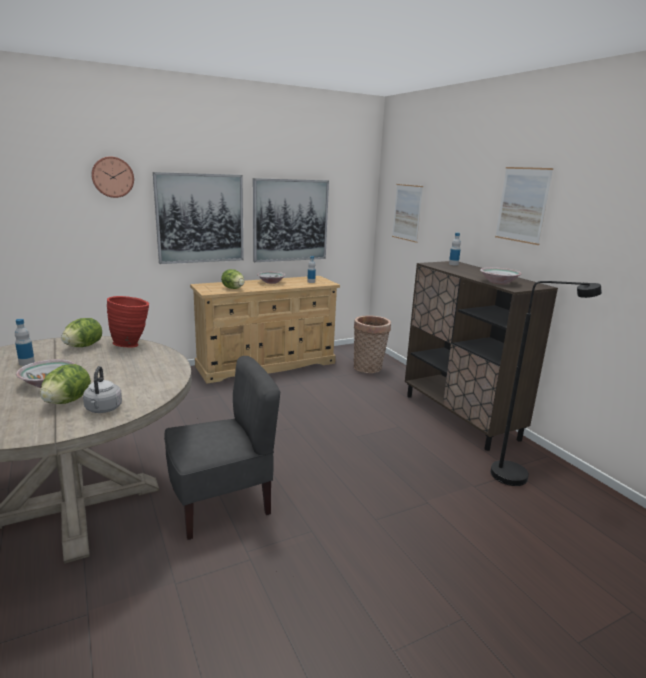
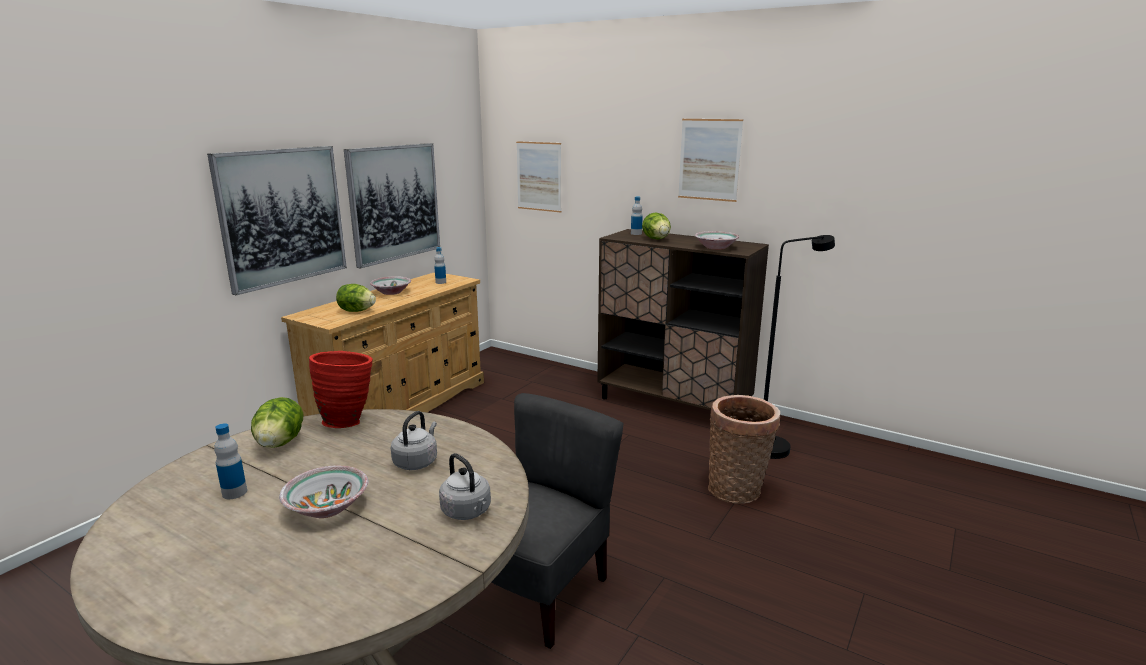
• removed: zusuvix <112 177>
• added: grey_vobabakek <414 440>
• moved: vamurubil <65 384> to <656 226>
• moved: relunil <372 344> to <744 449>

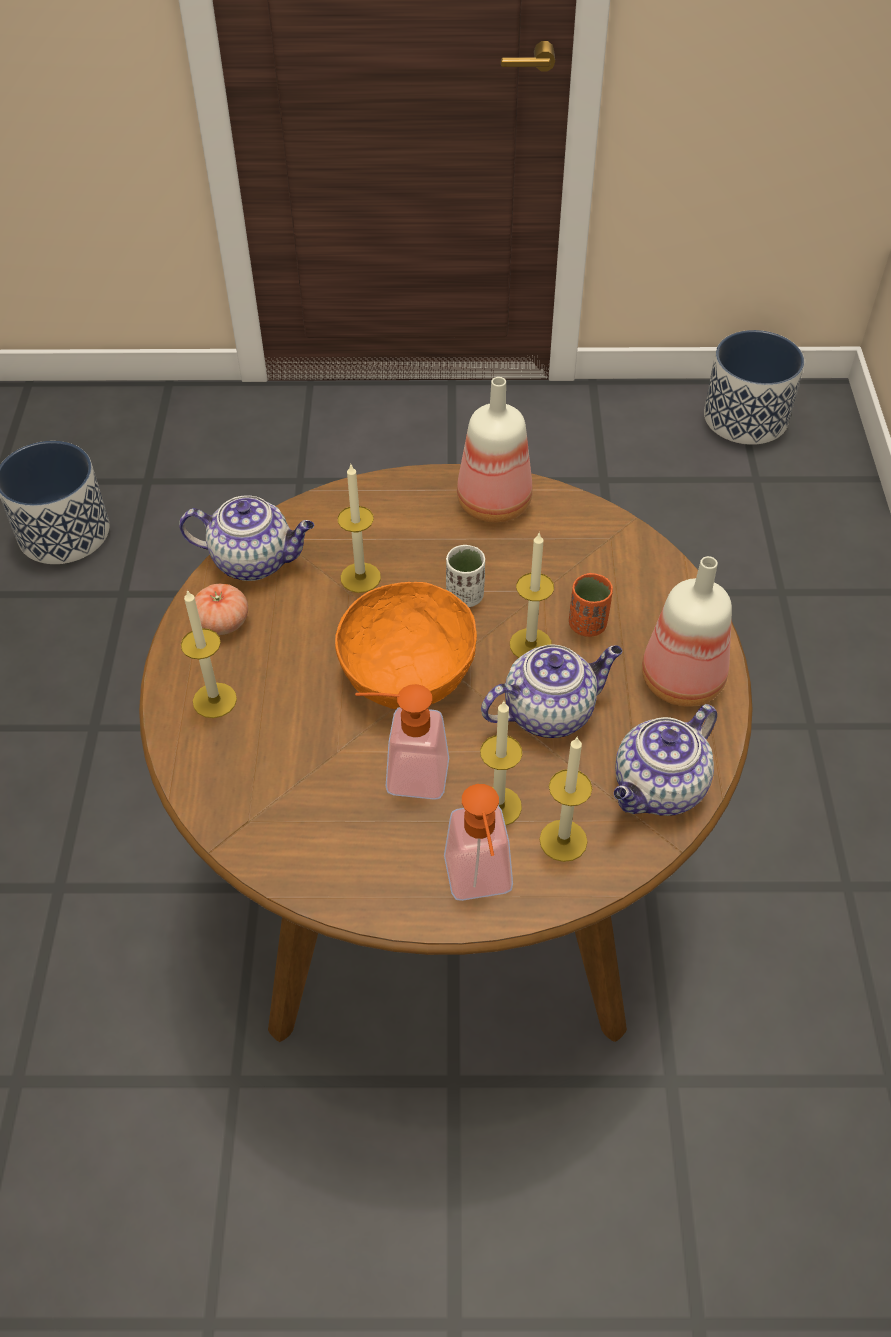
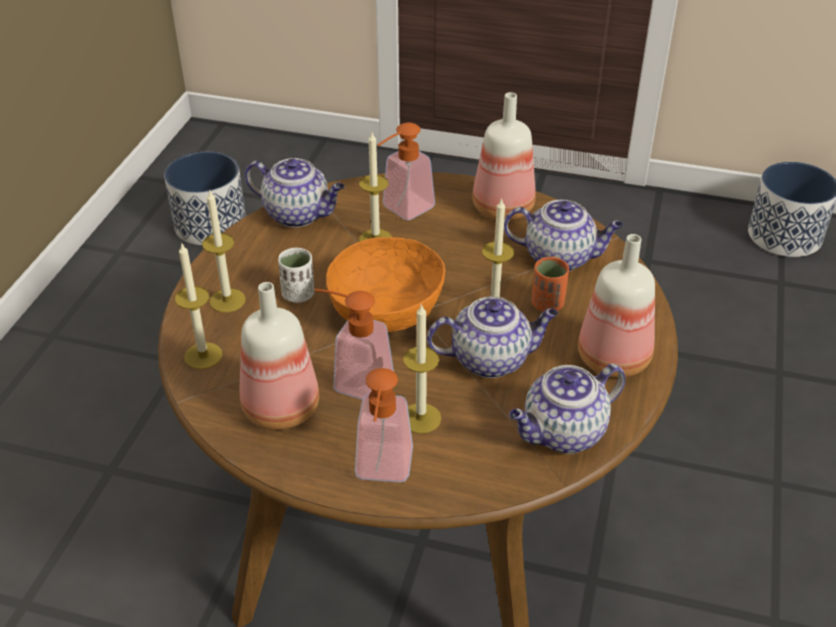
• removed: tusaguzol <221 609>
• added: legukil <279 356>
• added: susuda <406 171>
• added: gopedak <564 235>
• moved: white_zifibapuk <465 576> to <296 275>
• moved: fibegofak <565 799> to <199 306>

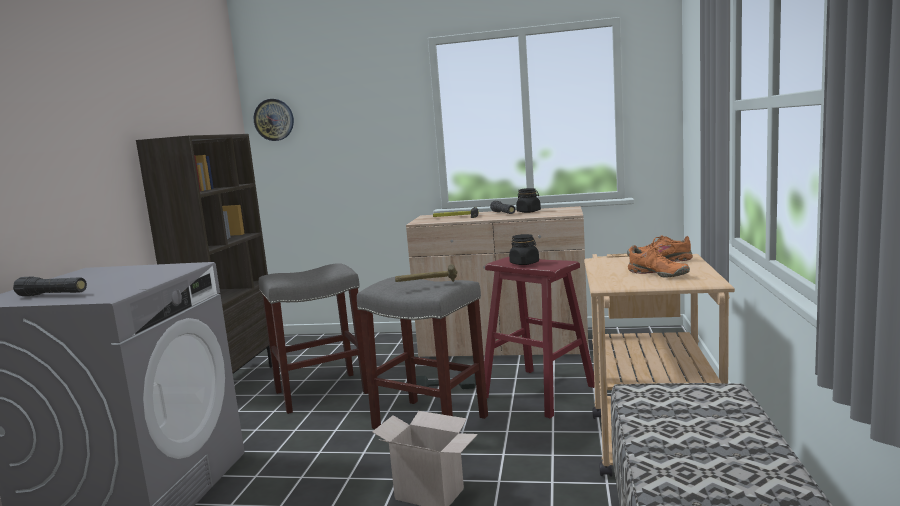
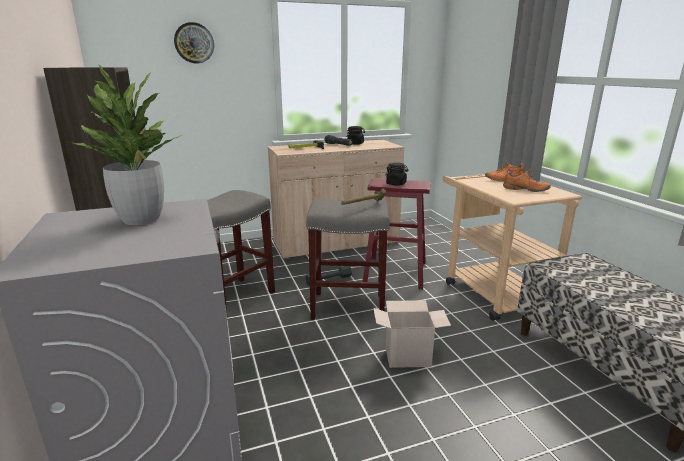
• removed: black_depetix <50 286>
• added: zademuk <124 145>
• moved: zusuvix <274 120> to <194 42>

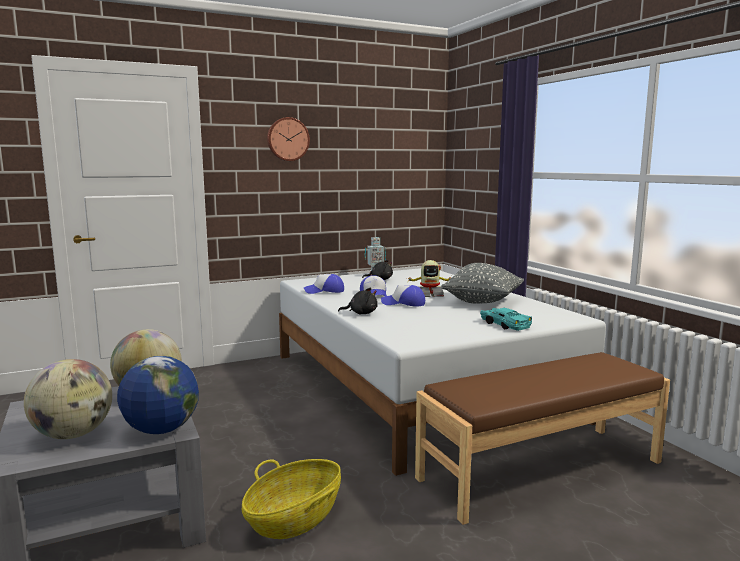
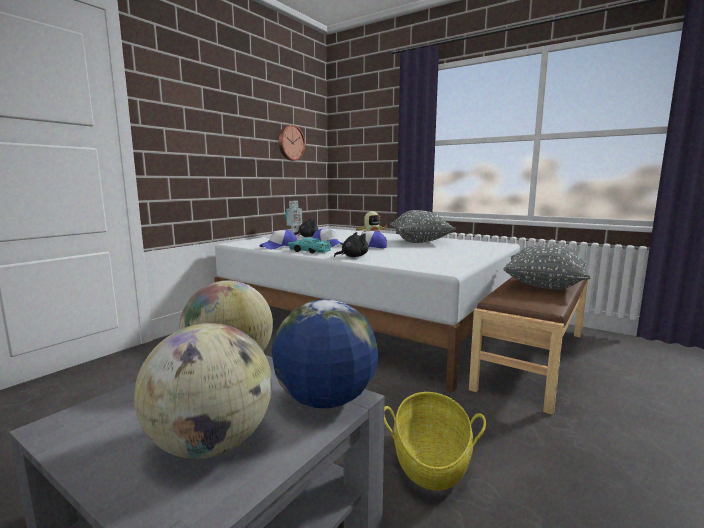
• added: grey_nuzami <546 266>
• moved: zusuvix <288 139> to <292 143>
• moved: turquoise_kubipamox <506 319> to <309 246>

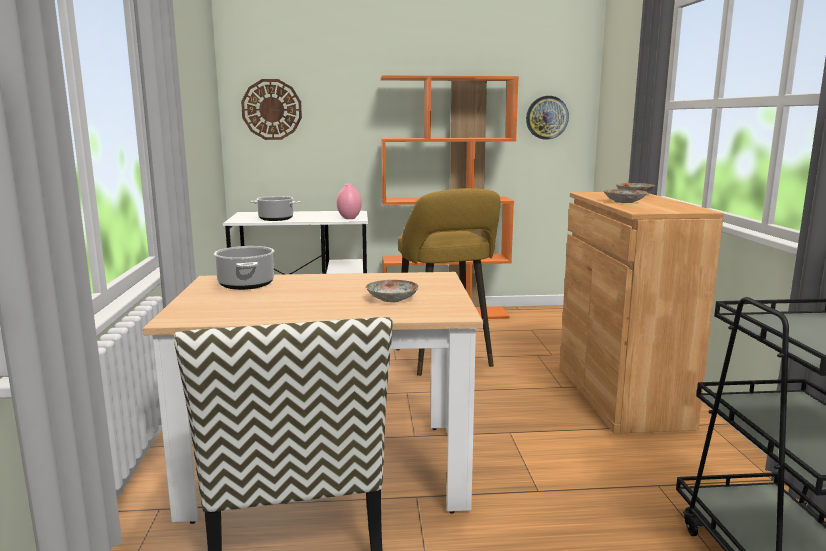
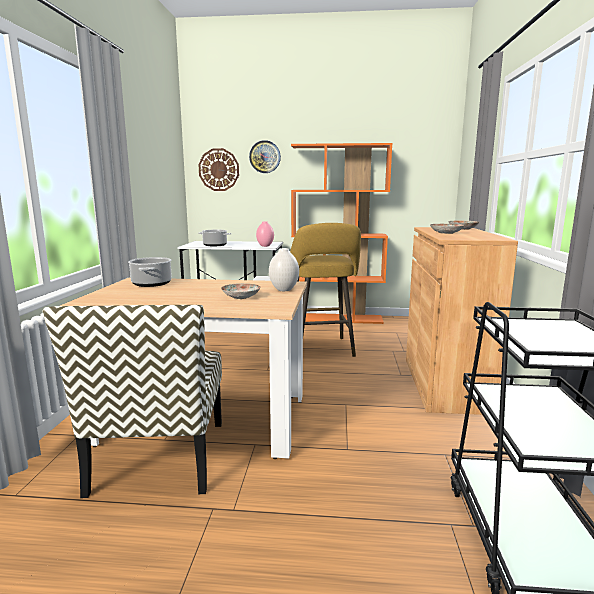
• added: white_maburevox <284 269>
• moved: zusuvix <547 118> to <265 156>

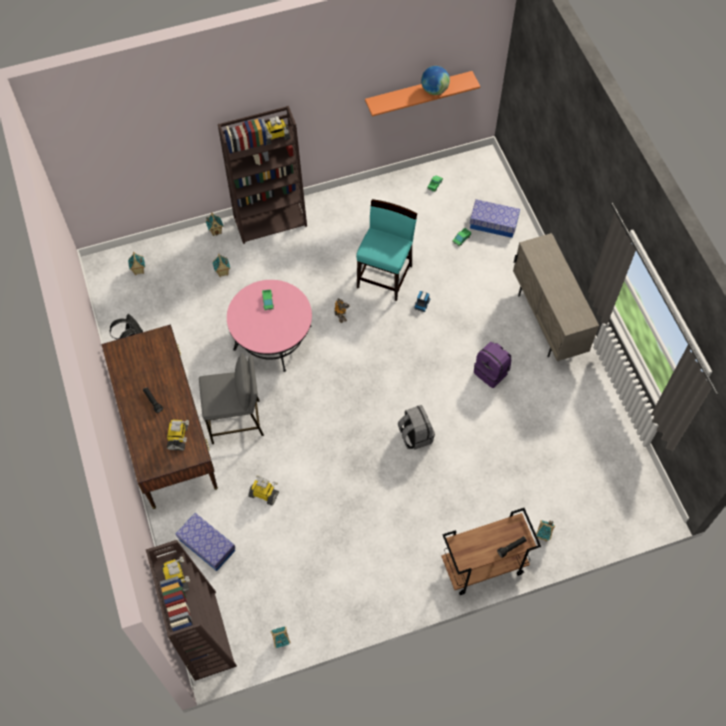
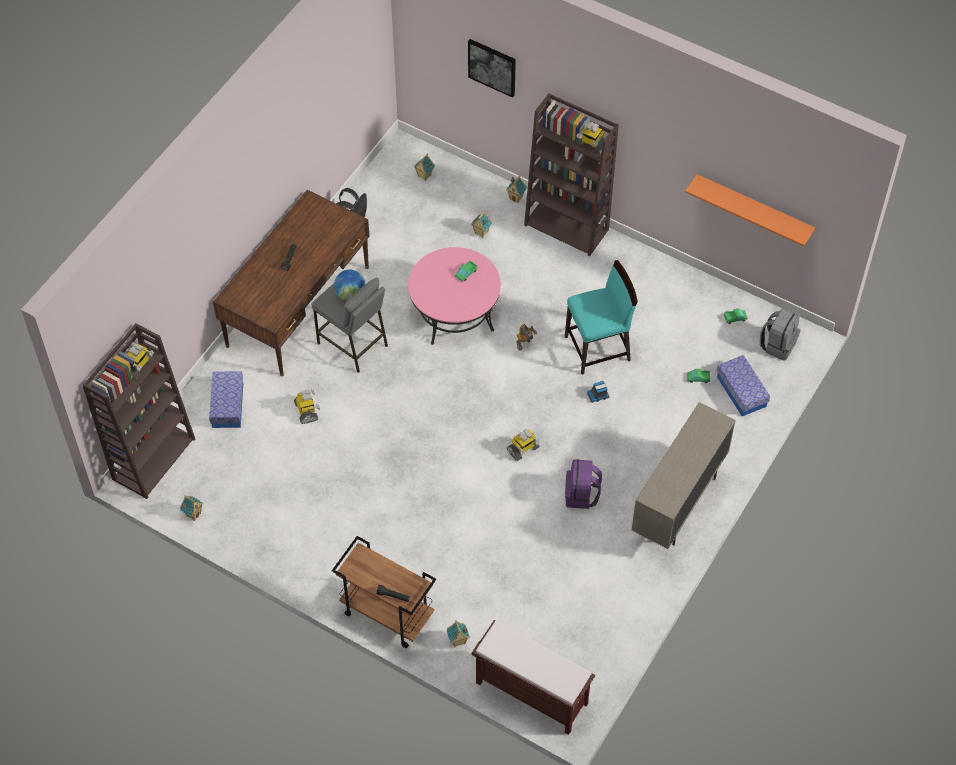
• added: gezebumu <492 68>
• added: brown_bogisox <533 677>
• moved: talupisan <178 435> to <523 445>
• moved: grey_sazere <416 427> to <780 334>
• moved: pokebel <435 80> to <350 285>

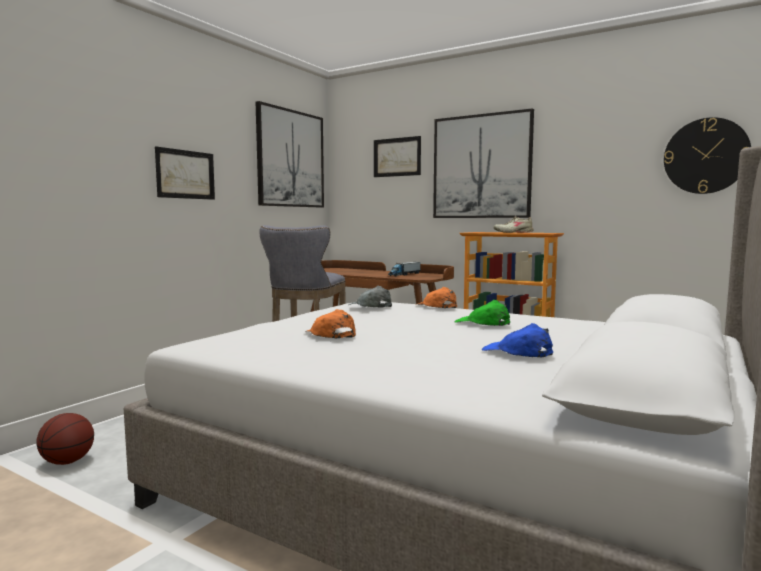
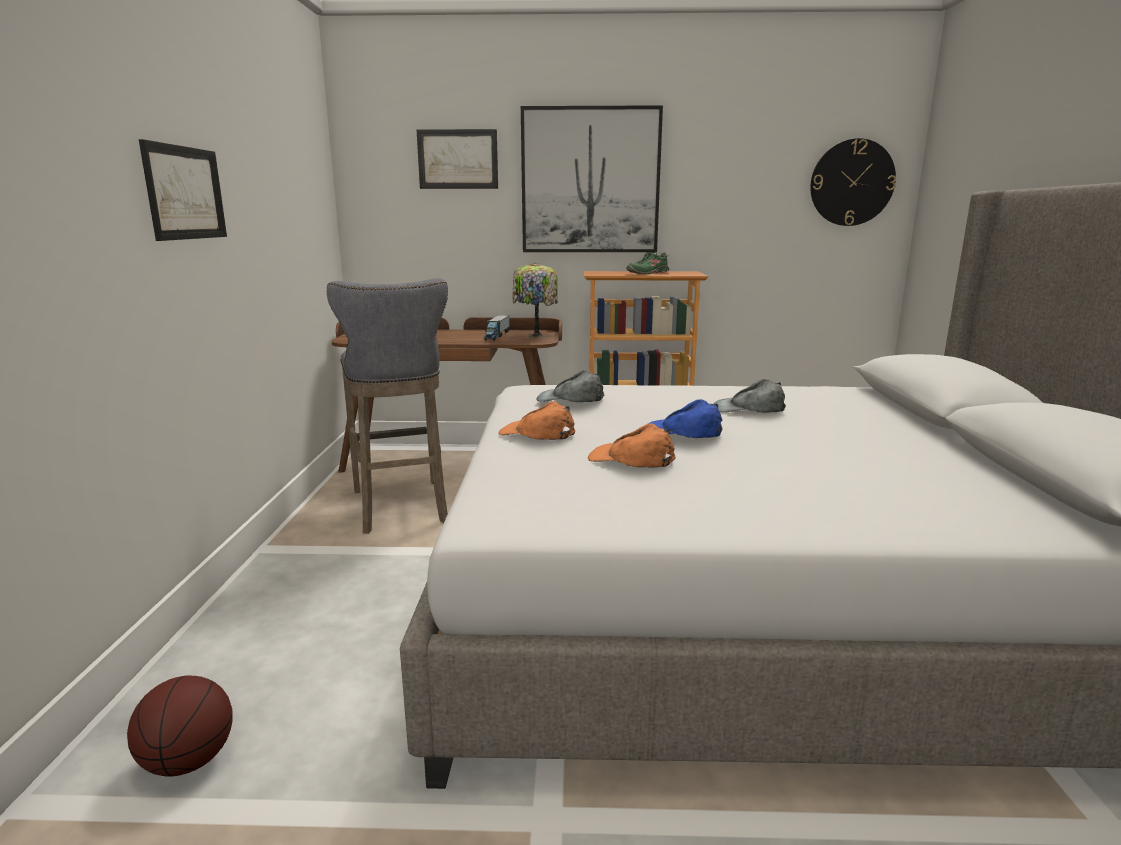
• removed: gezebumu <290 154>
• added: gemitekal <535 300>
• moved: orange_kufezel <436 297> to <537 420>
• moved: blue_kufezel <517 340> to <685 418>
• recoloured: green_kufezel <482 313> to grey_kufezel <750 396>
• recoloured: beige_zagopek <513 224> to green_zagopek <648 263>

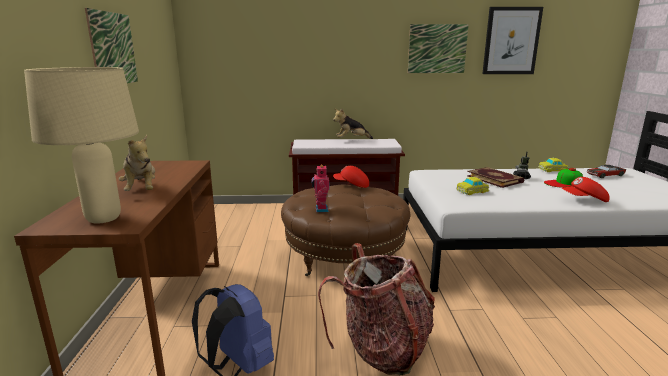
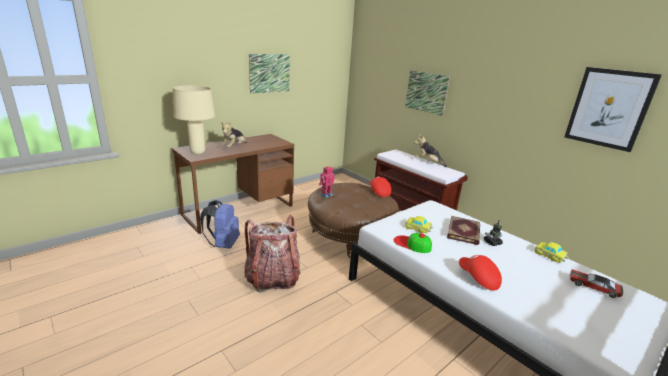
• moved: gezebumu <438 48> to <427 93>
• moved: kufezel <563 177> to <413 243>

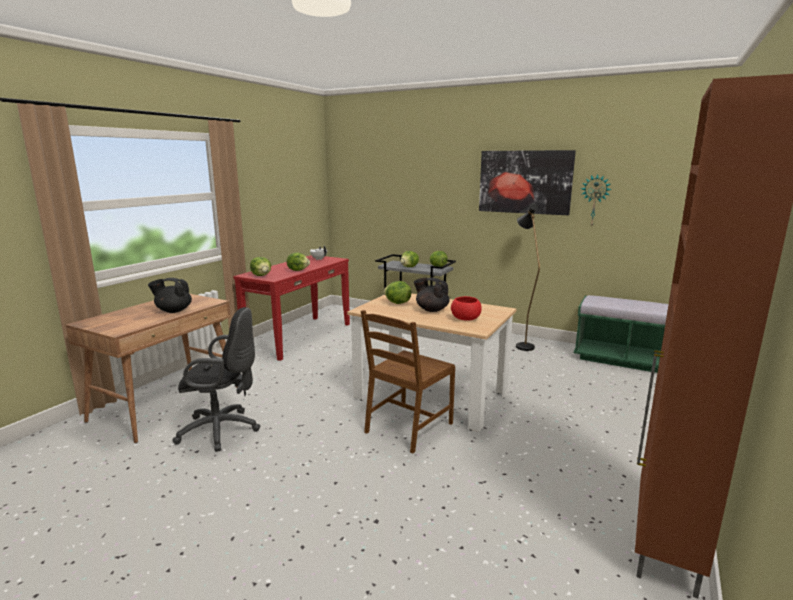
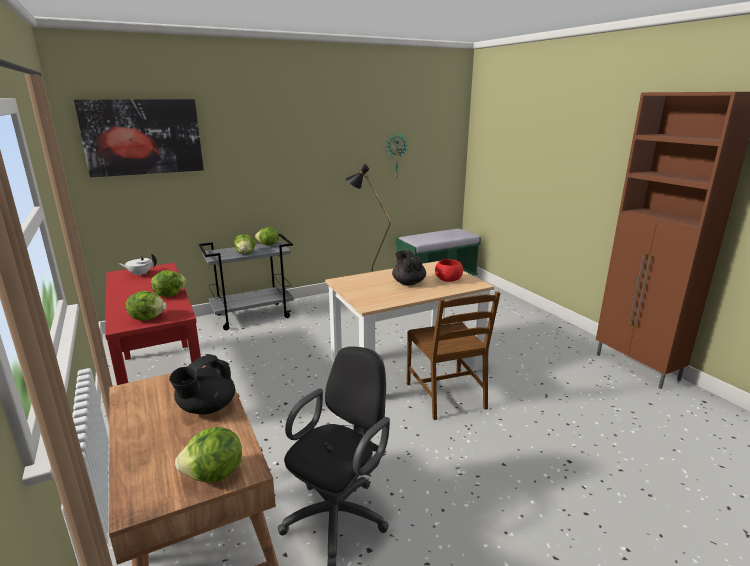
• moved: vamurubil <398 292> to <208 454>
• moved: gezebumu <527 182> to <139 138>
• turned: black_gopedak <432 295> = <409 268> 90 degrees clockwise

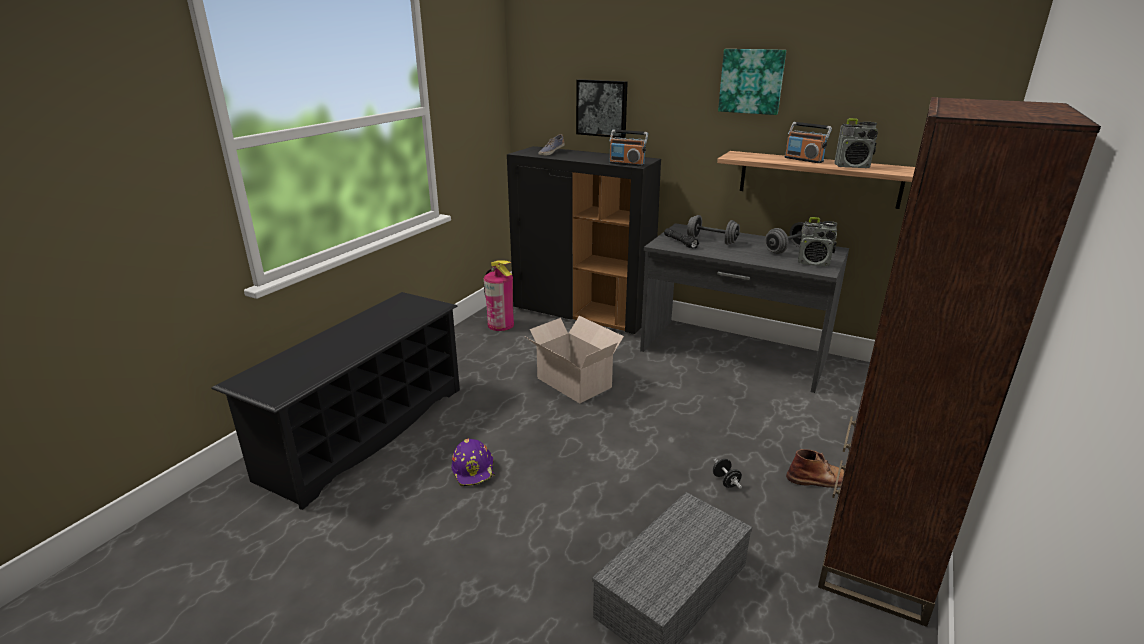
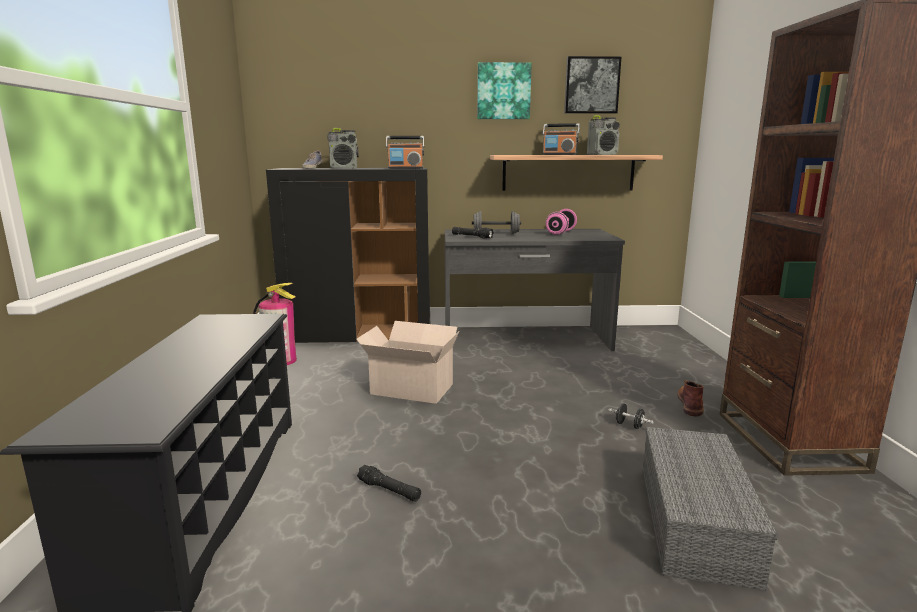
• moved: gezebumu <602 108> to <592 85>
• moved: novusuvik <818 241> to <343 148>
• replaced: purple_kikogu <473 462> to black_depetix <389 483>
• recoloured: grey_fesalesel <784 238> to pink_fesalesel <561 222>
• turned: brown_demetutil <815 468> = <690 398> 45 degrees counterclockwise

